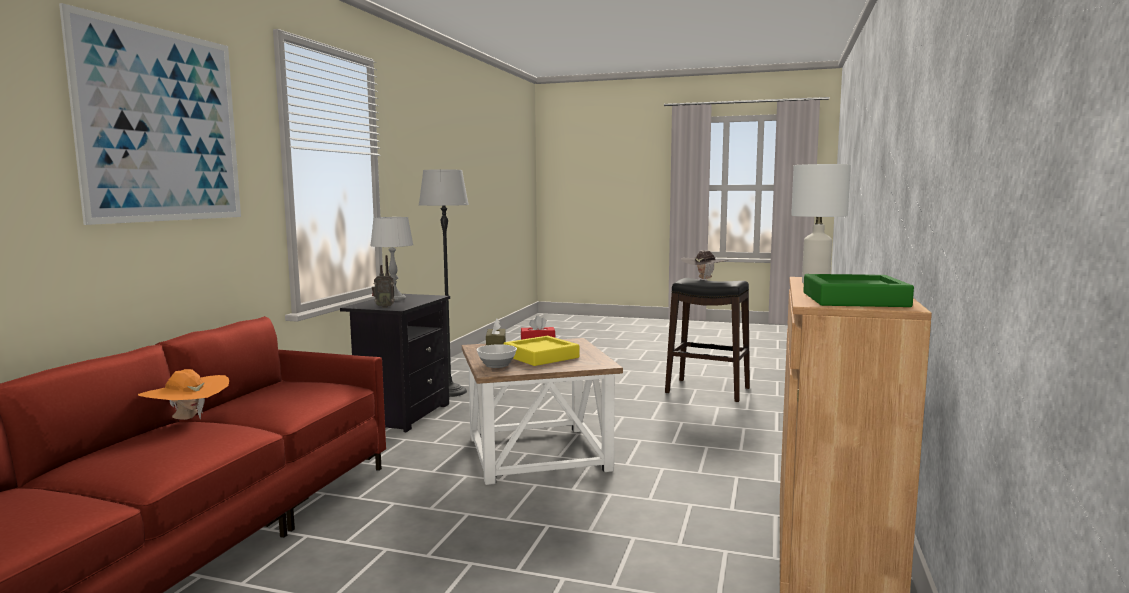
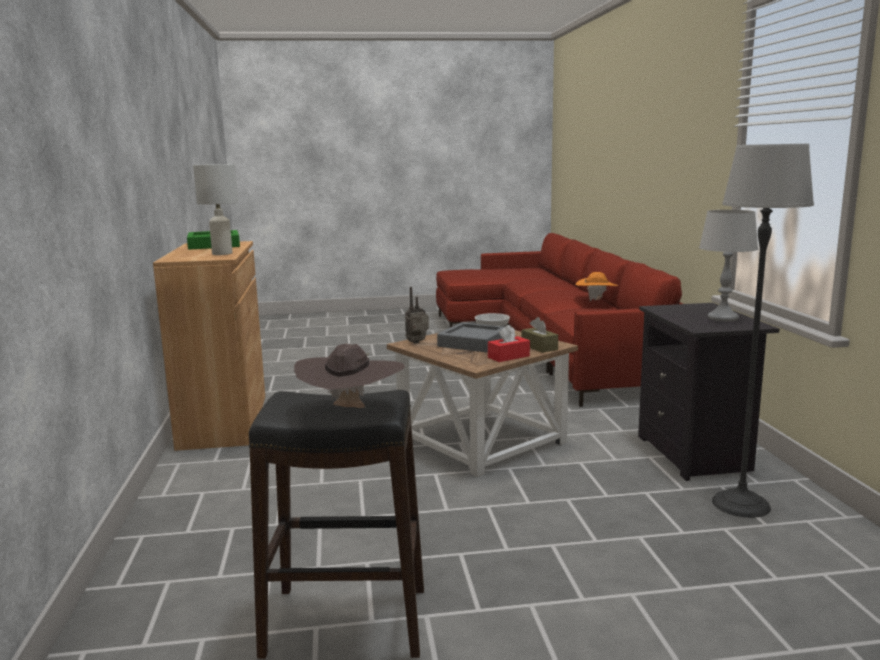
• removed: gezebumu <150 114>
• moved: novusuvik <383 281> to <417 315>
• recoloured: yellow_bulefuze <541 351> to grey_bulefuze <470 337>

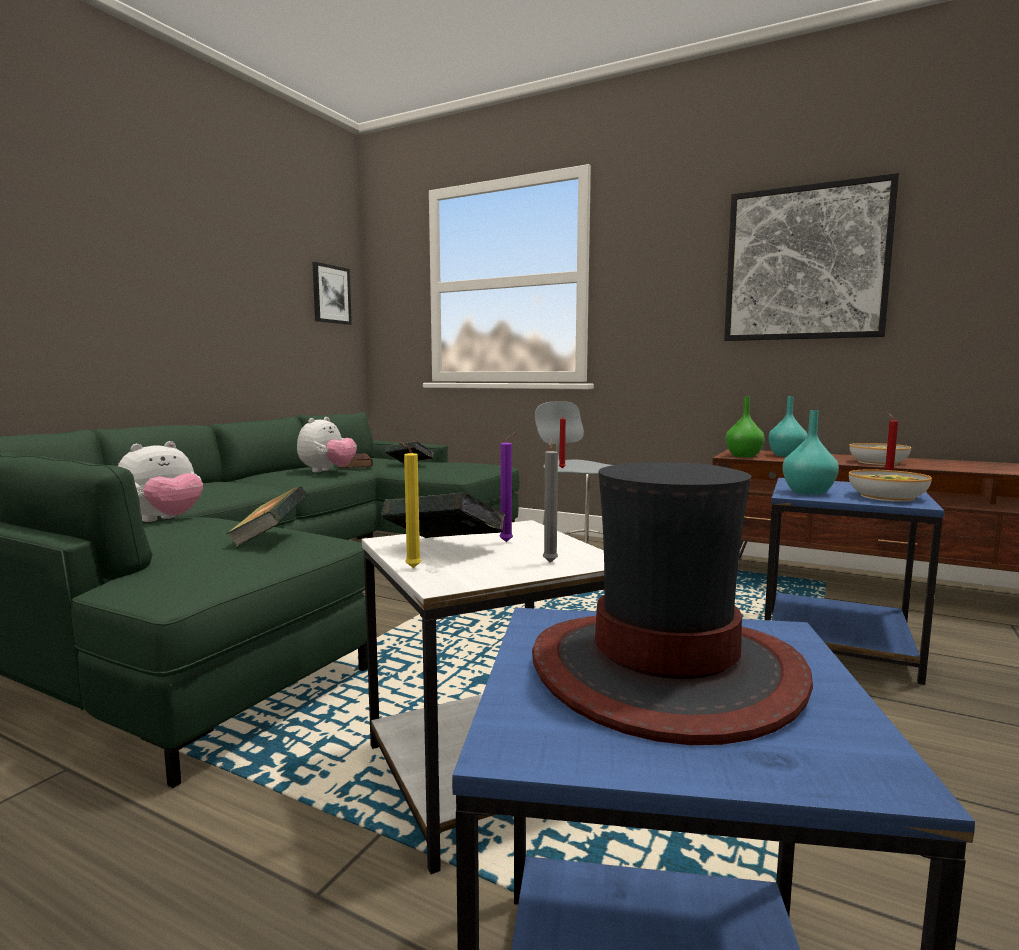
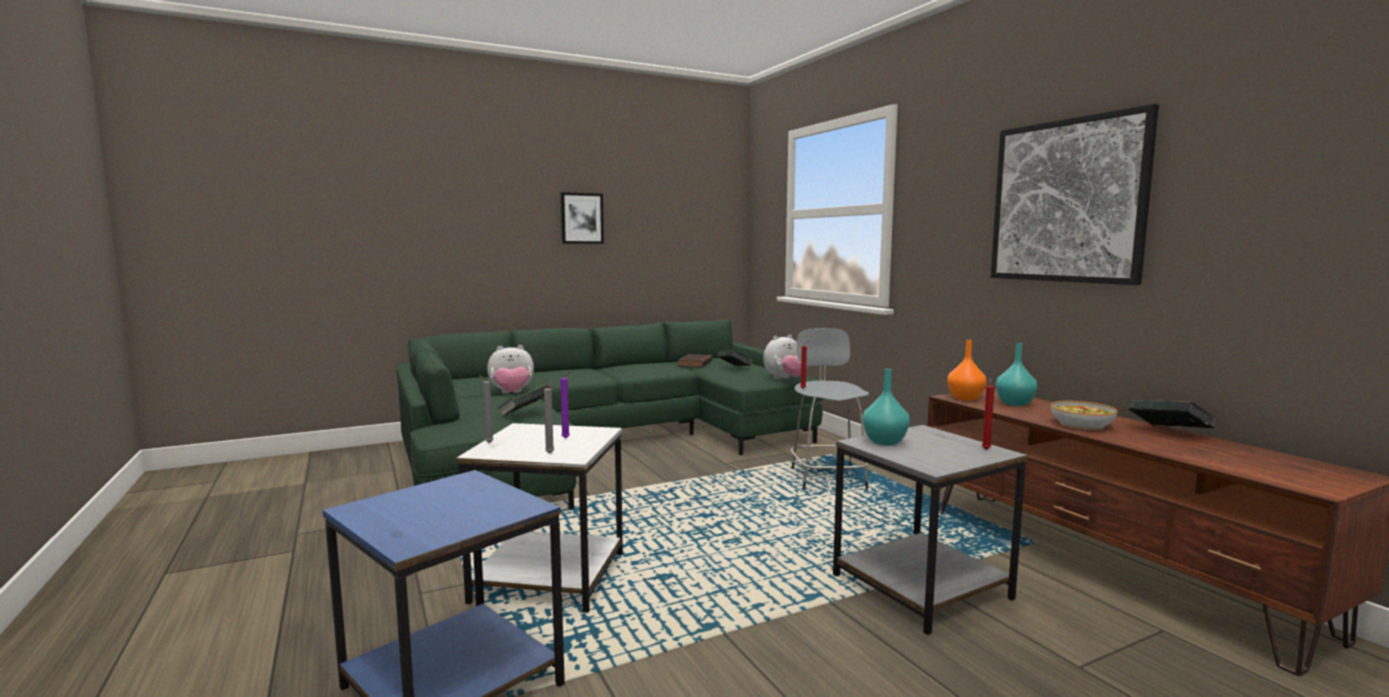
• removed: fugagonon <672 603>
• removed: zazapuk <890 485>
• moved: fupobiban <327 445> to <785 357>
• moved: gezebumu <332 293> to <582 218>
• moved: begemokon <443 515> to <1172 413>
• recoloured: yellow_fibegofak <409 505> to grey_fibegofak <486 409>
• recoloured: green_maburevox <745 426> to orange_maburevox <967 370>
• recoloured: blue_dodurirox <854 581> to grey_dodurirox <930 530>

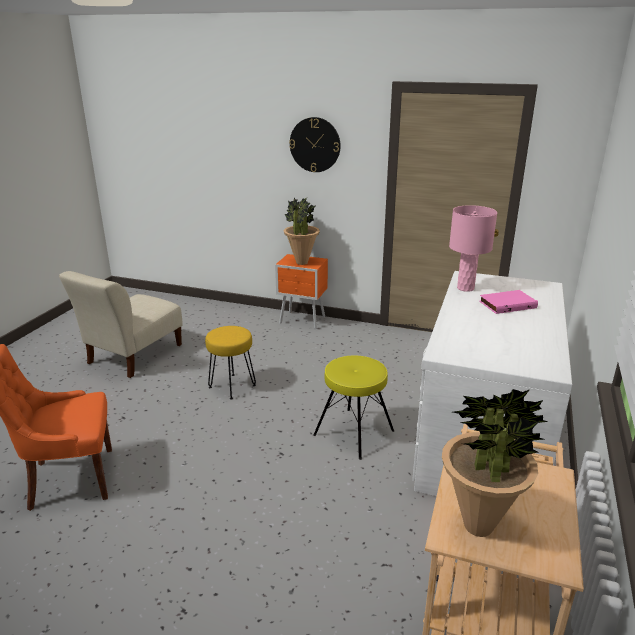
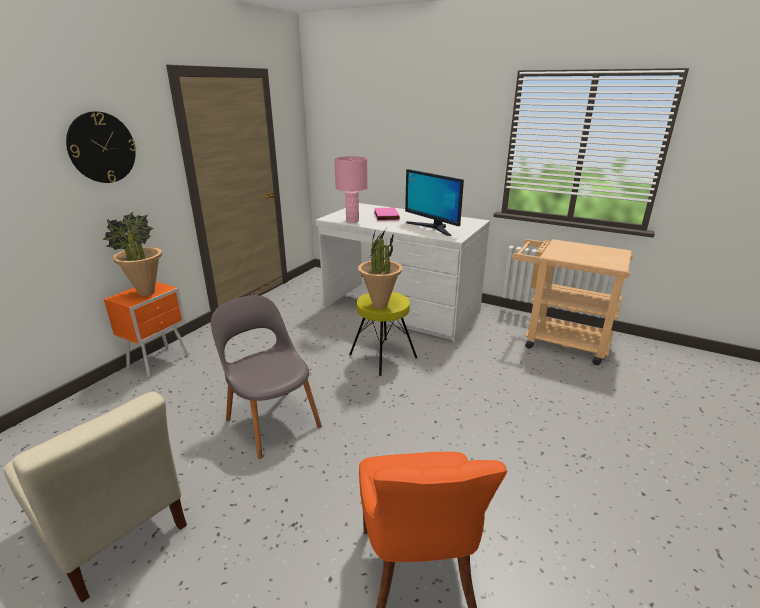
• added: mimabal <434 202>
• moved: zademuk <495 463> to <380 269>
• replaced: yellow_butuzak <230 363> to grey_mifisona <266 377>

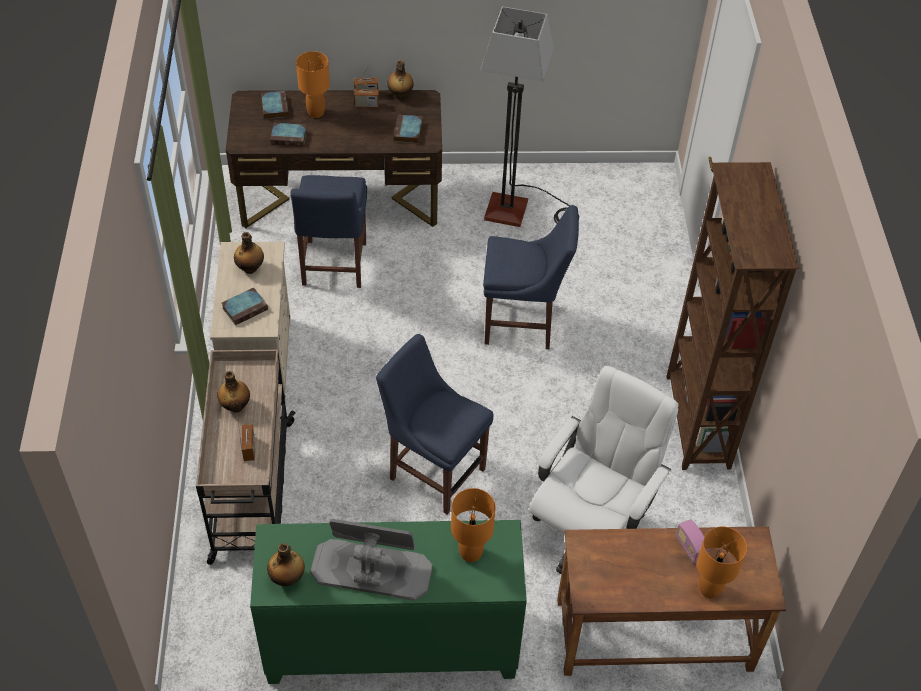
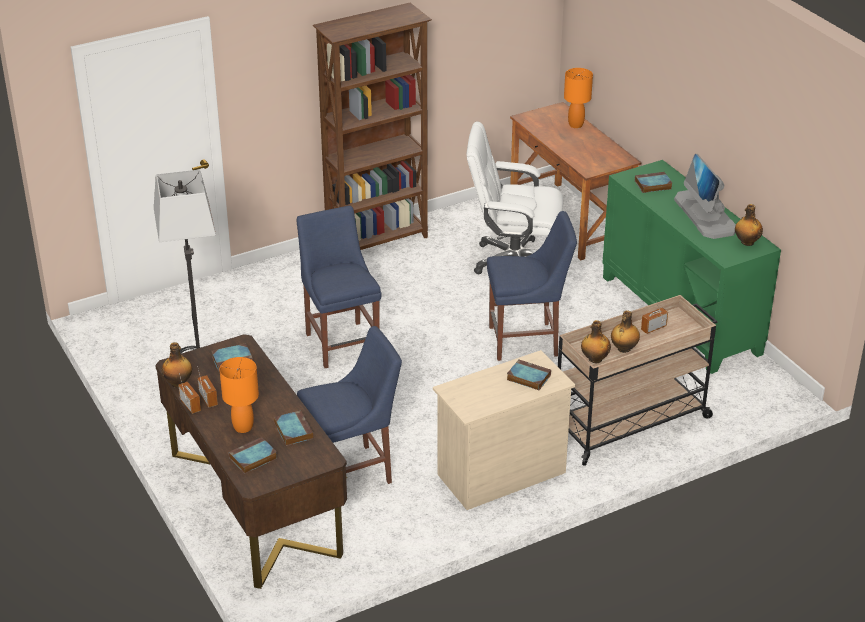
• removed: novusuvik <692 541>
• moved: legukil <249 253> to <596 341>
• replaced: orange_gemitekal <473 525> to begemokon <653 182>
• turned: blue_mifisona <435 424> = <532 286> 105 degrees counterclockwise

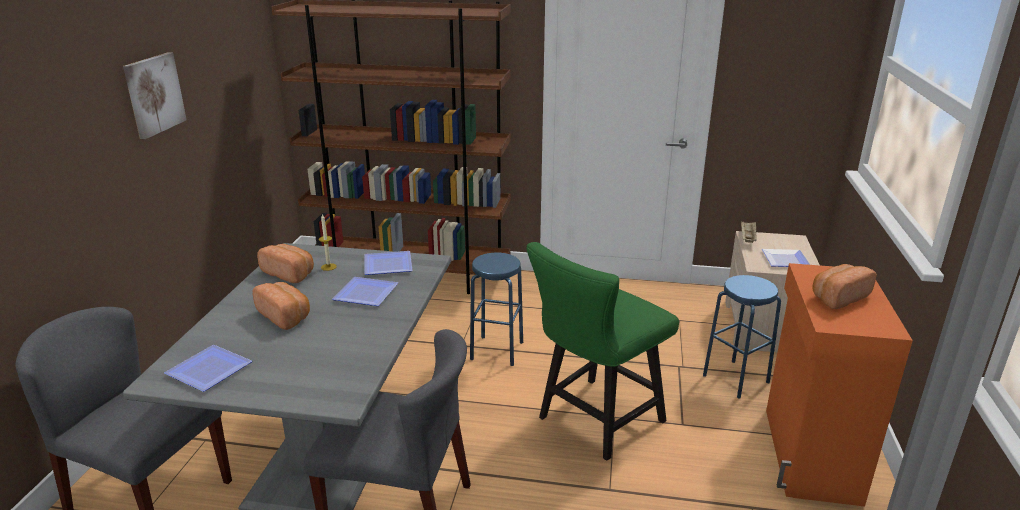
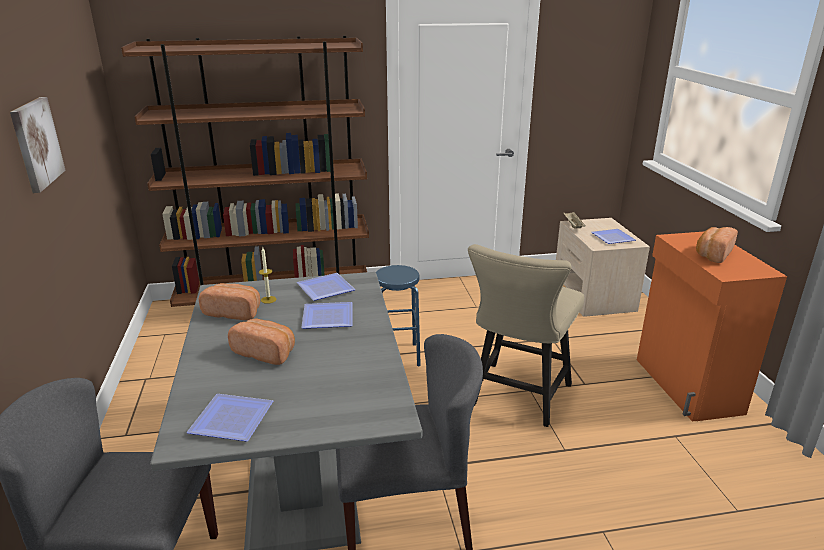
• removed: blue_butuzak <742 336>
• recoloured: green_mifisona <602 351> to beige_mifisona <526 335>

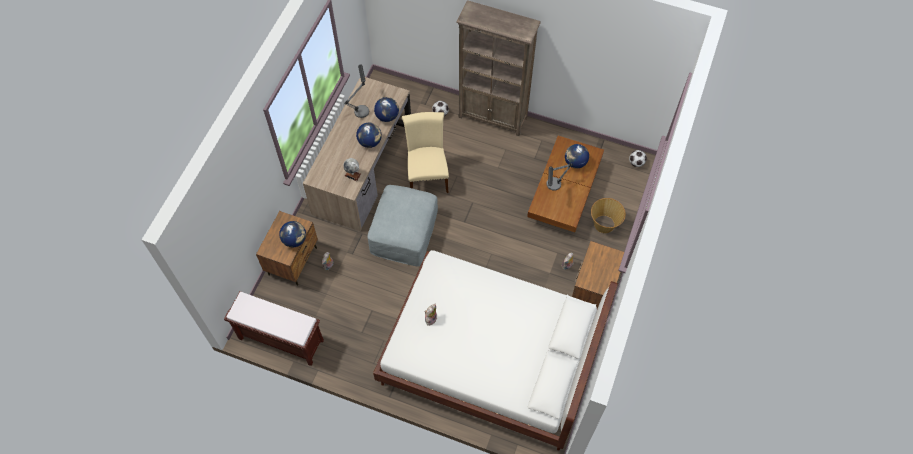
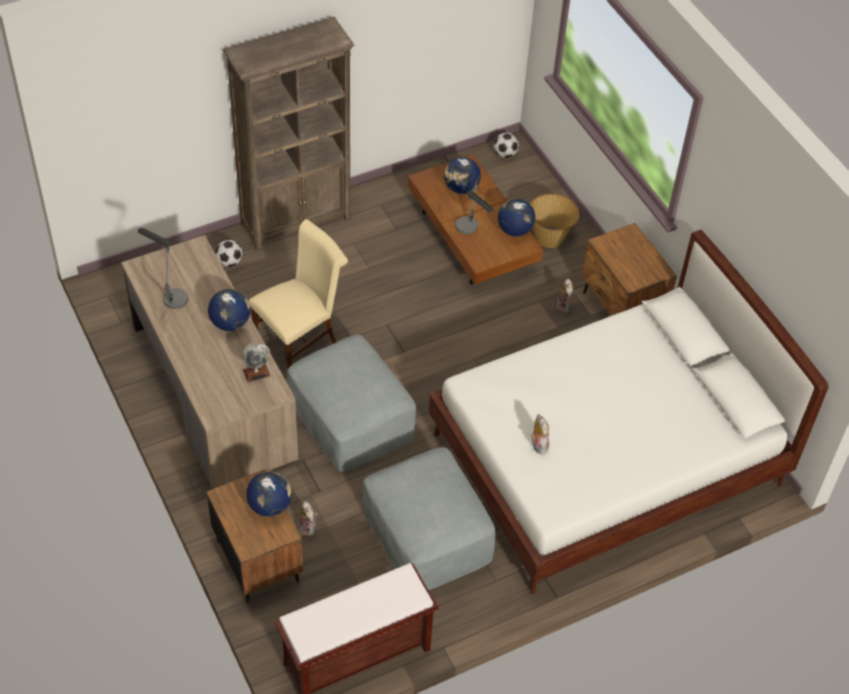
• added: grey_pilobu <429 518>
• moved: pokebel <386 109> to <516 218>
• turned: beige_mifisona <425 152> = <298 294> 105 degrees clockwise

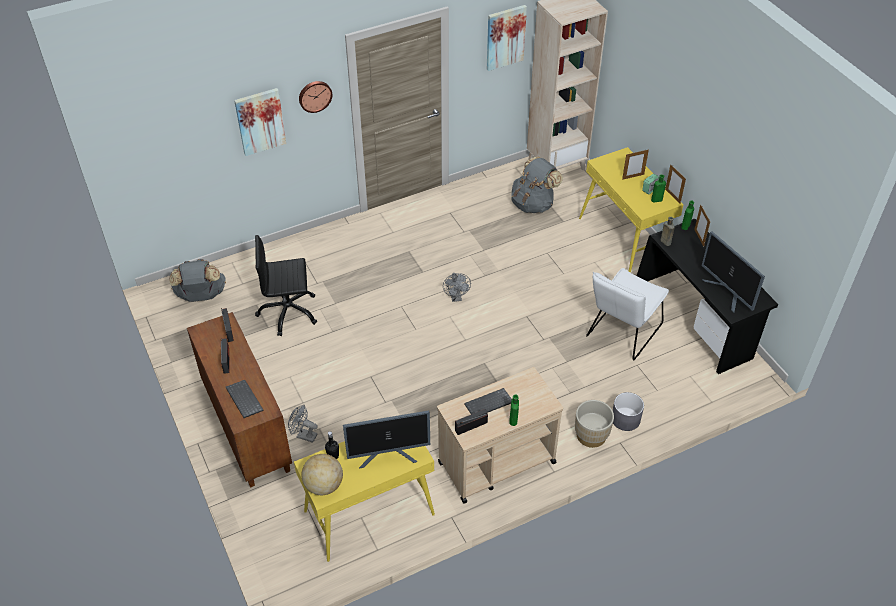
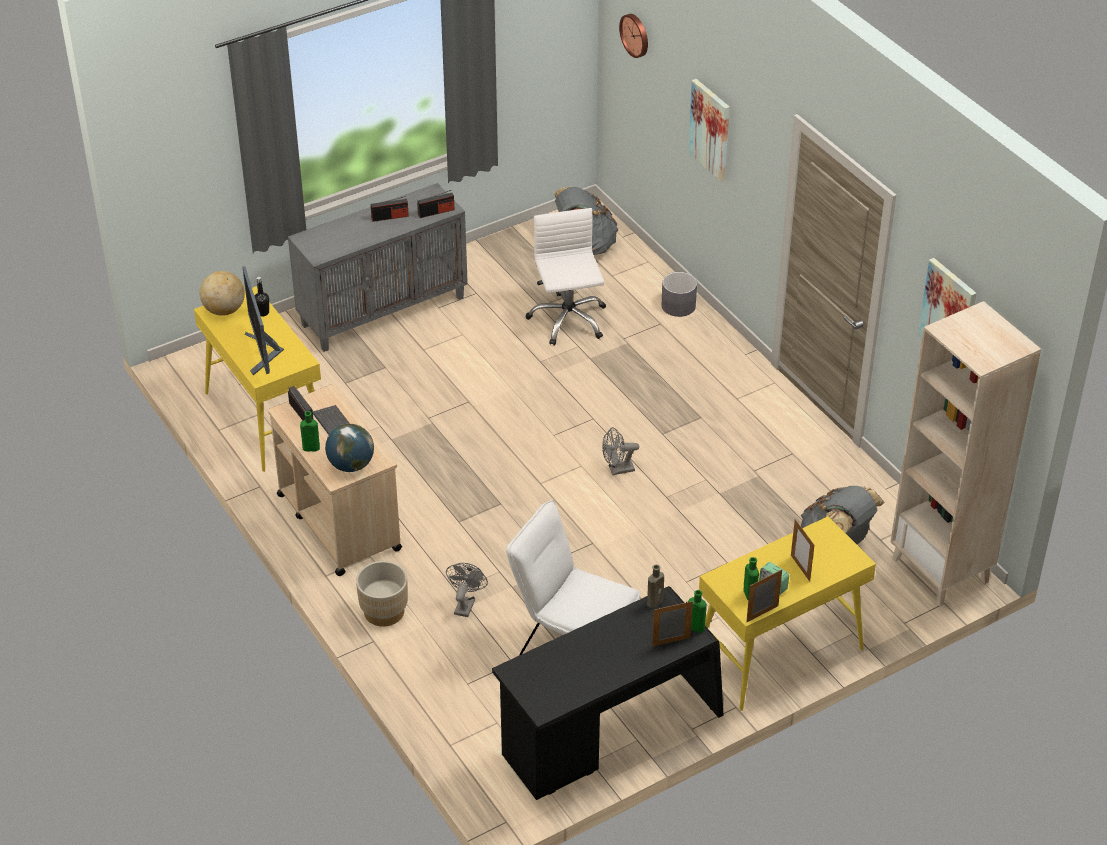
• removed: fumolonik <245 399>
• removed: mimabal <733 271>
• added: pokebel <349 448>
• moved: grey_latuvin <303 424> to <467 590>
• moved: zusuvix <315 97> to <633 36>
• moved: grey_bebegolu <628 411> to <679 294>
• recoloured: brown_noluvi <239 400> to grey_noluvi <378 267>
• recoloured: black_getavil <286 285> to white_getavil <566 277>

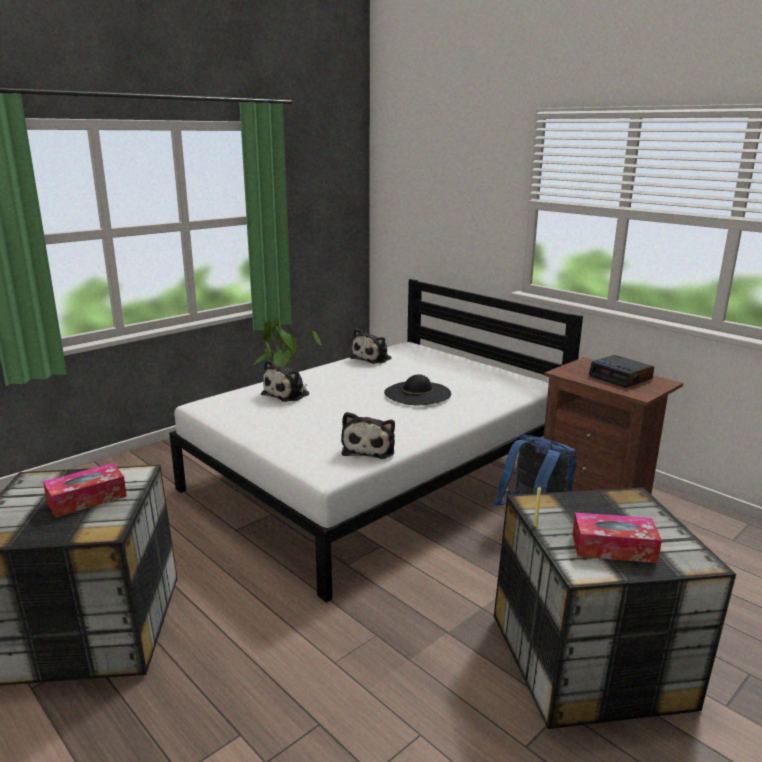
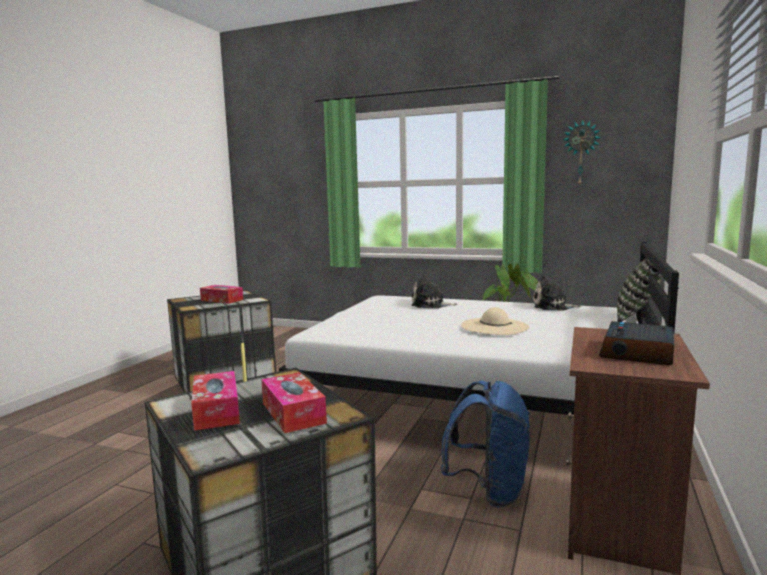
• removed: fupobiban <368 435>
• added: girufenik <294 402>
• added: zusuvix <582 153>
• added: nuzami <640 290>
• recoloured: black_fugagonon <417 389> to beige_fugagonon <495 321>

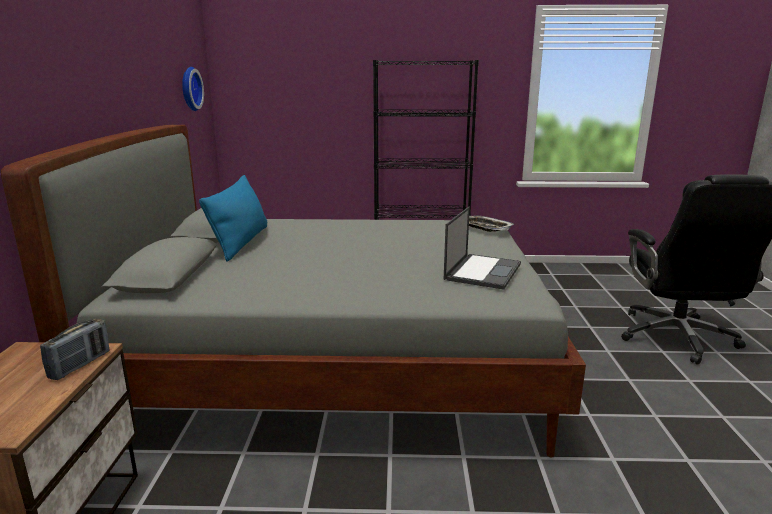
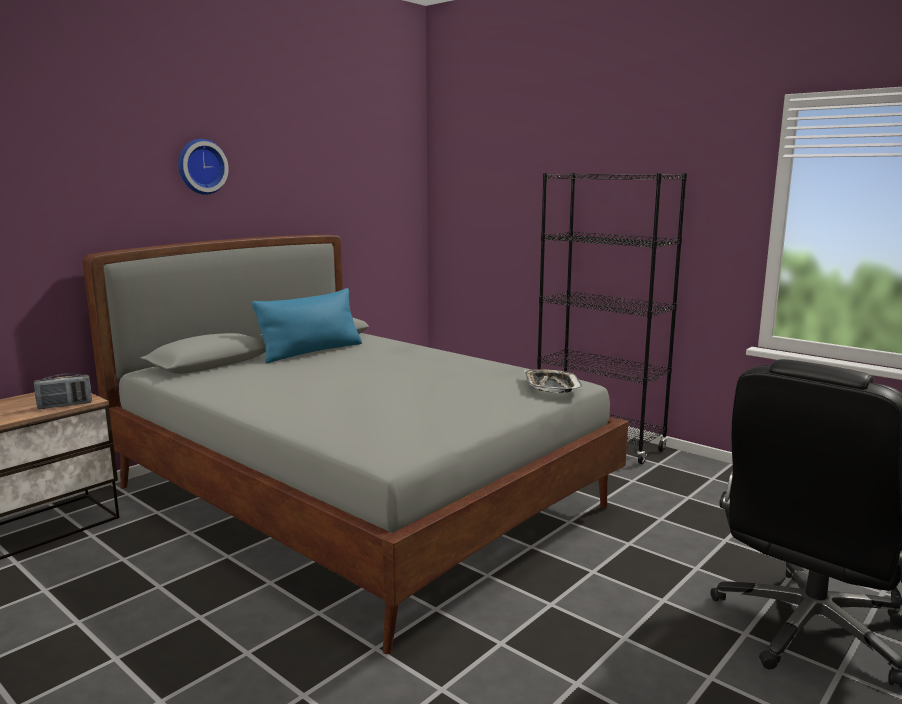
• removed: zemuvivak <482 248>
• moved: zusuvix <193 89> to <203 167>

